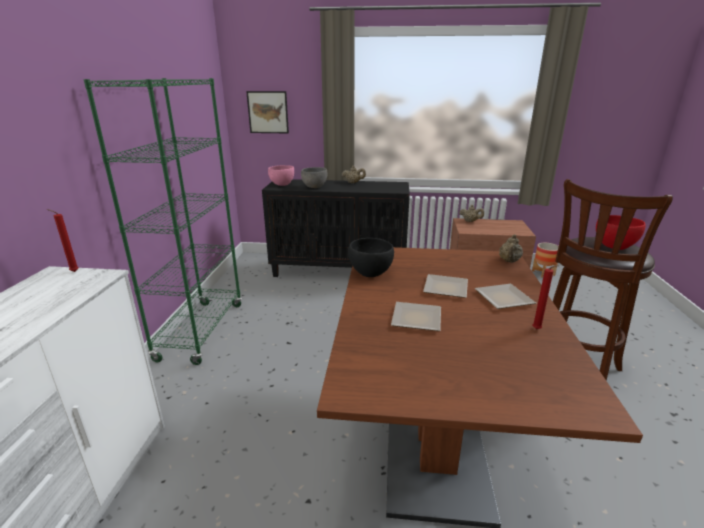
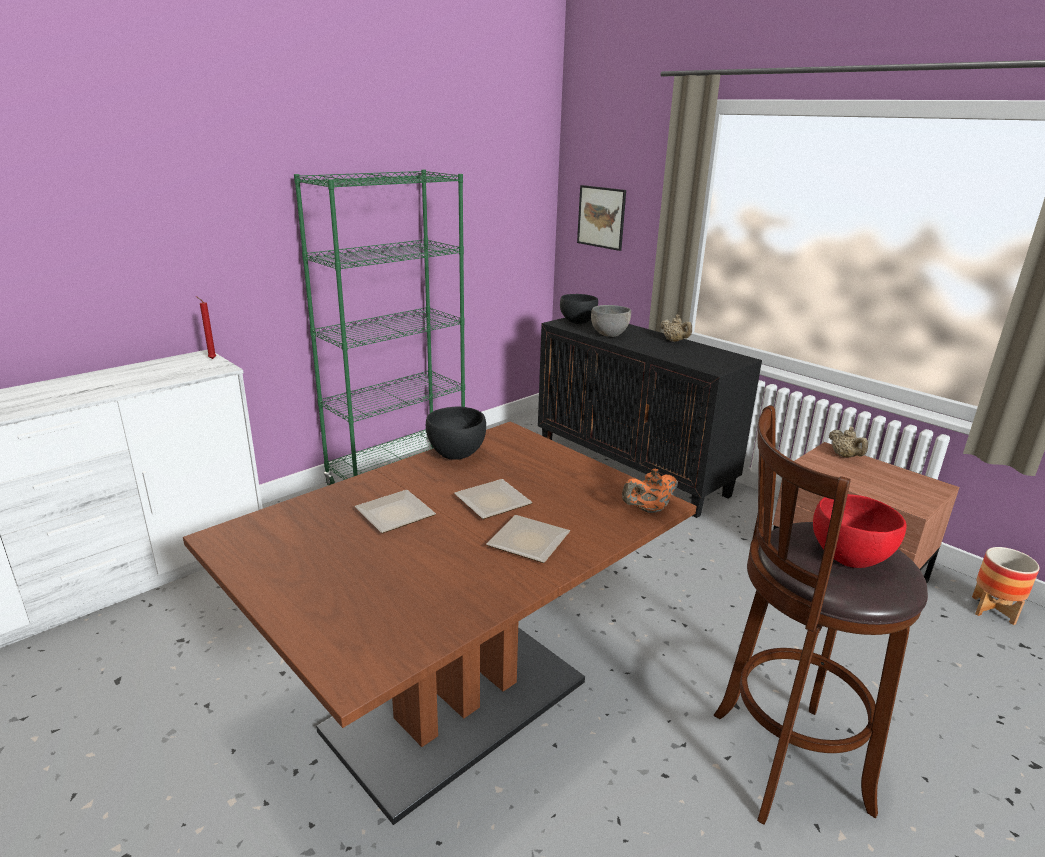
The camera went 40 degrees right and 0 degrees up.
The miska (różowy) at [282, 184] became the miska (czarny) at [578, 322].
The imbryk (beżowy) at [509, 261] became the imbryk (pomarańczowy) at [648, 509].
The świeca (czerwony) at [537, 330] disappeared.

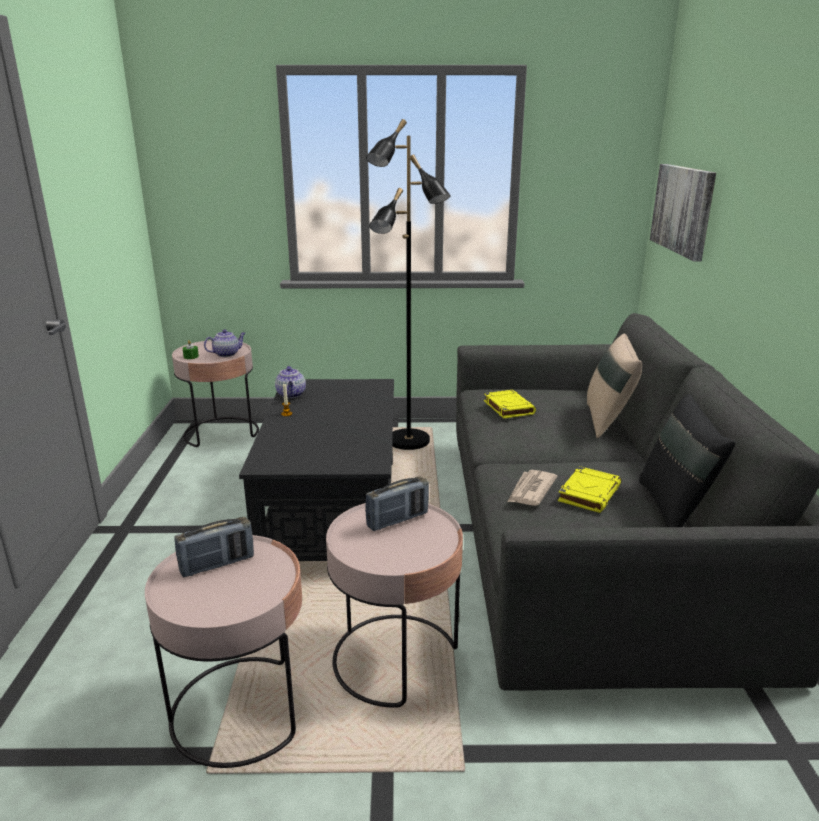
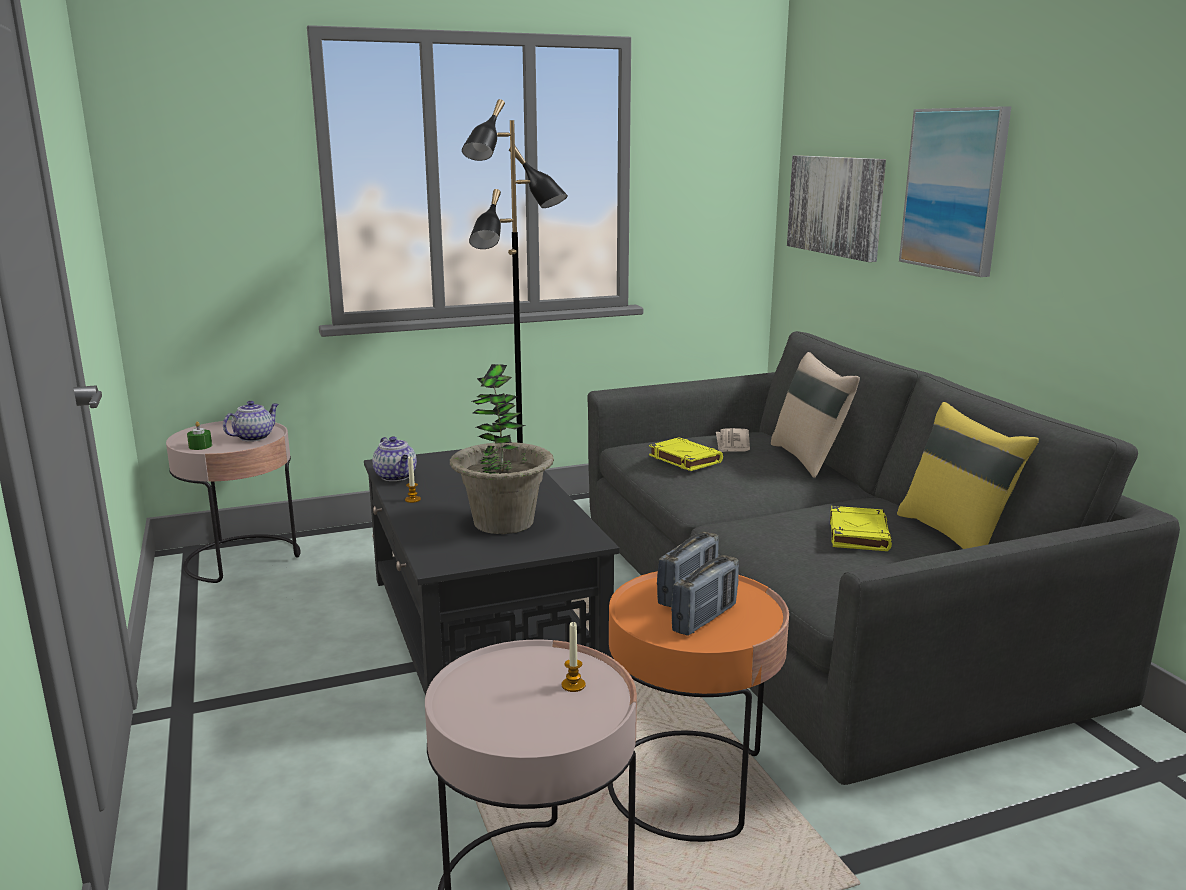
The camera went 20 degrees left and 5 degrees down.
The roślina doniczkowa at [503, 522] appeared.
The świeca at [573, 685] appeared.
The stolik (różowy) at [395, 658] became the stolik (pomarańczowy) at [690, 783].
The radio moved from [217, 564] to [705, 618].
The gazeta moved from [531, 490] to [732, 443].
The poduszka (czarny) at [674, 508] became the poduszka (żółty) at [956, 535].
The obraz at [954, 190] appeared.

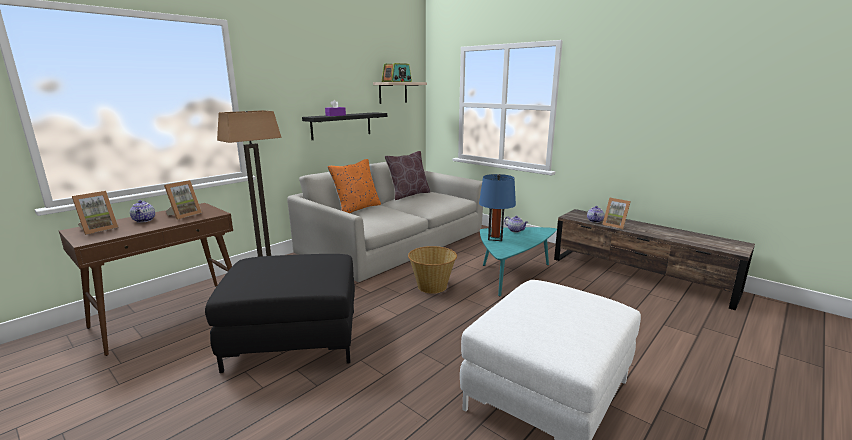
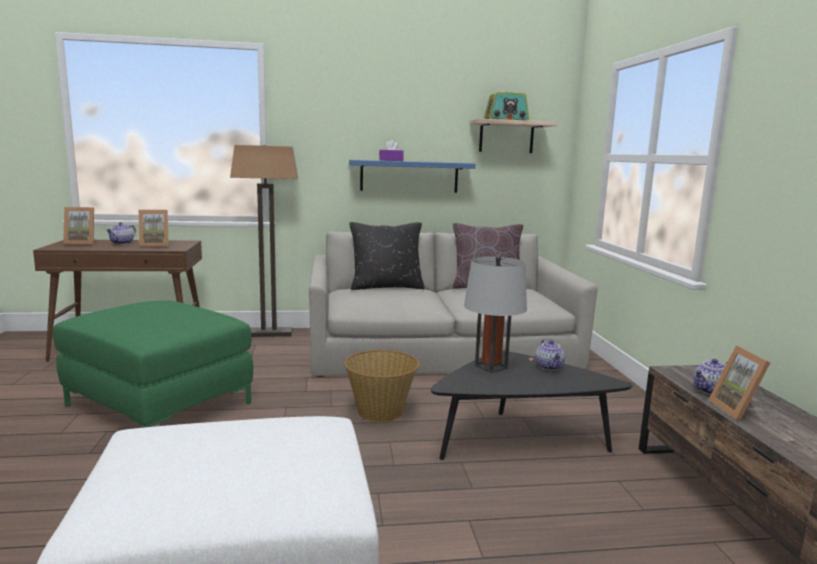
The camera went 40 degrees right and 5 degrees down.
The pufa (czarny) at [295, 338] became the pufa (zielony) at [160, 404].
The półka (czarny) at [341, 125] became the półka (niebieski) at [409, 176].
The poduszka (pomarańczowy) at [356, 208] became the poduszka (czarny) at [386, 287].
The ława (turkusowy) at [511, 274] became the ława (czarny) at [518, 440].
The lampa stołowa (niebieski) at [495, 238] became the lampa stołowa (szary) at [491, 366].

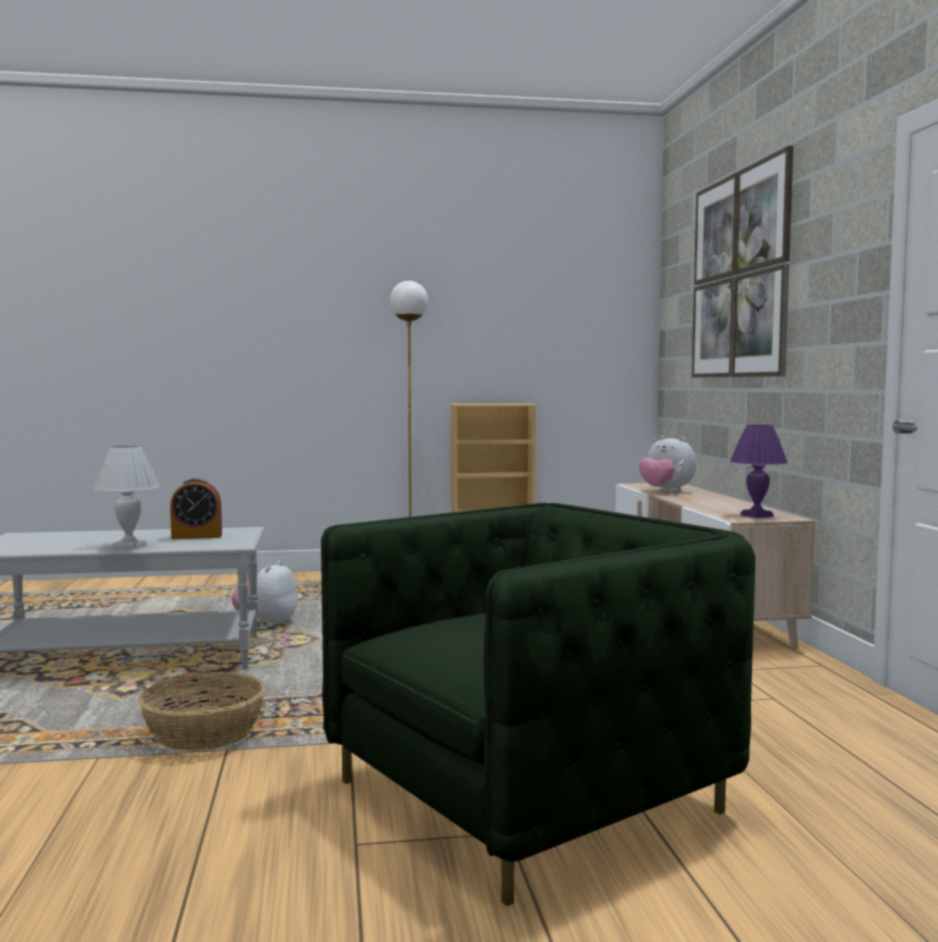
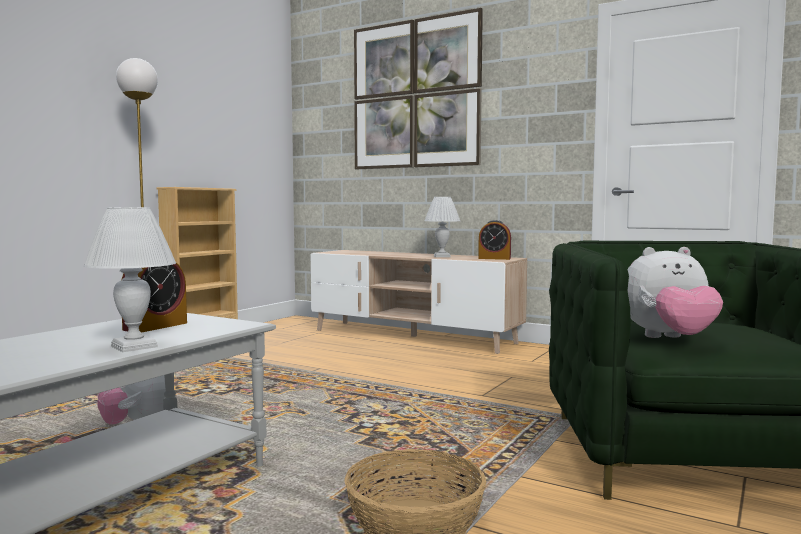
The camera went 50 degrees left and 0 degrees up.
The lampa stołowa (biały) at [442, 256] appeared.
The lampa stołowa (fioletowy) at [757, 515] was replaced by the budzik at [494, 258].
The pluszak moved from [666, 491] to [669, 339].

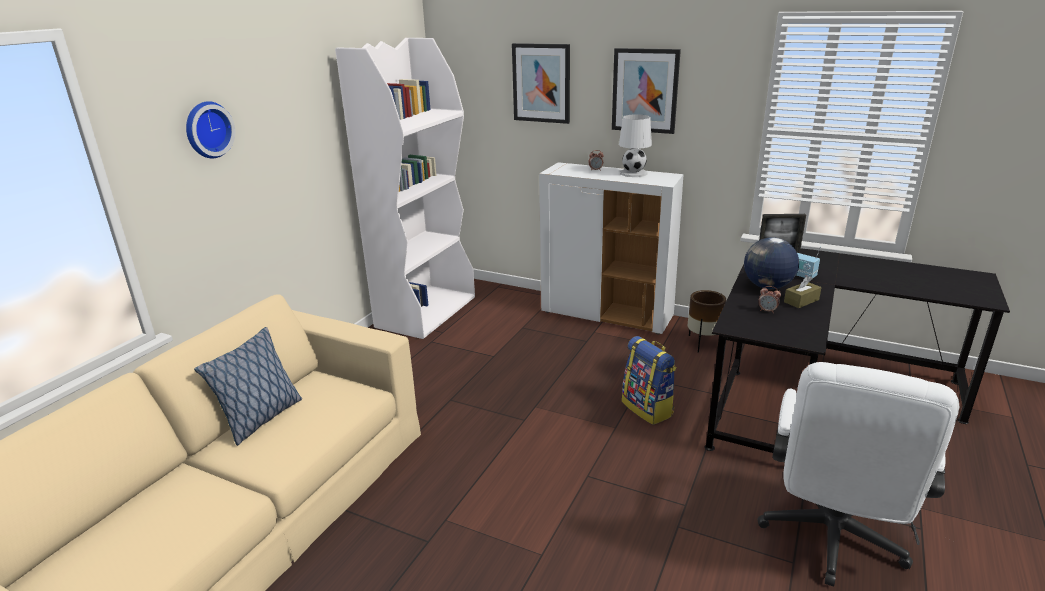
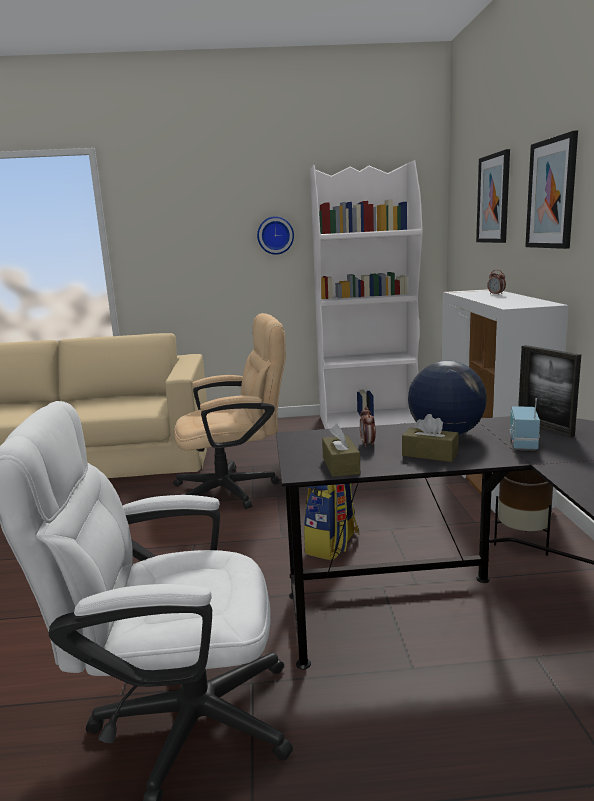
The camera went 60 degrees right and 10 degrees down.
The krzesło biurowe (beżowy) at [235, 489] appeared.
The zegar ścienny moved from [207, 129] to [275, 235].
The pudełko chusteczek (brązowy) at [340, 466] appeared.
The poduszka at [261, 419] disappeared.
The lampa stołowa (biały) at [633, 173] disappeared.

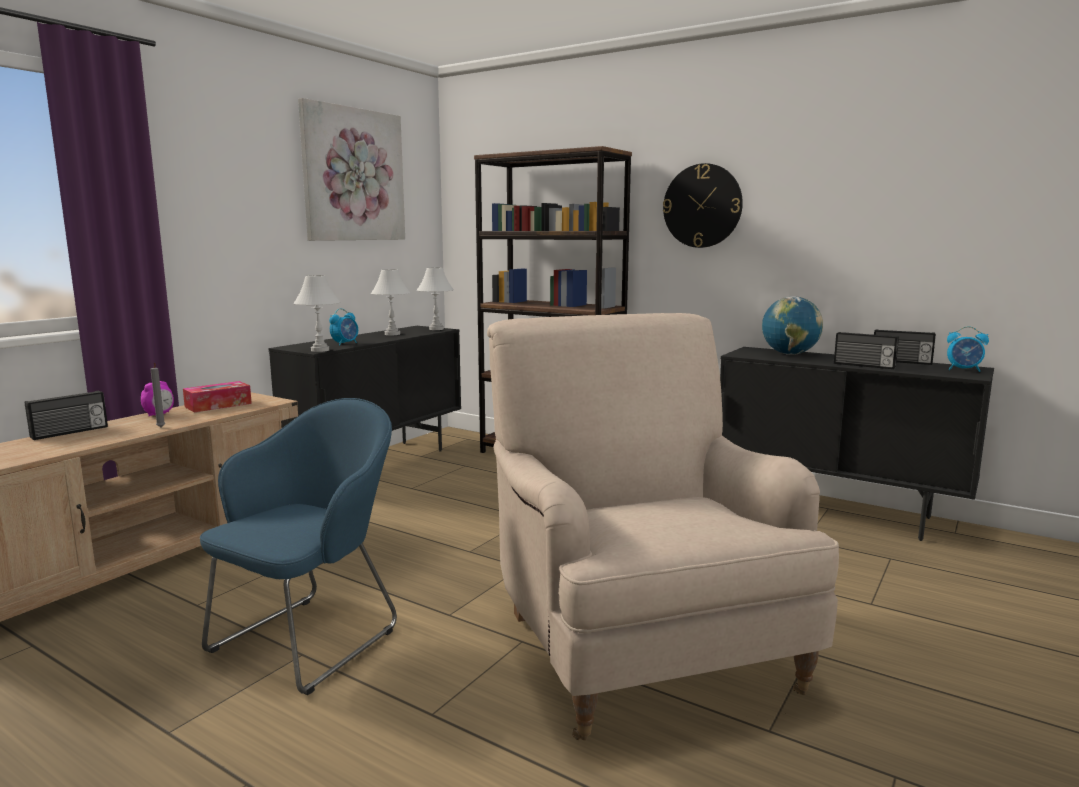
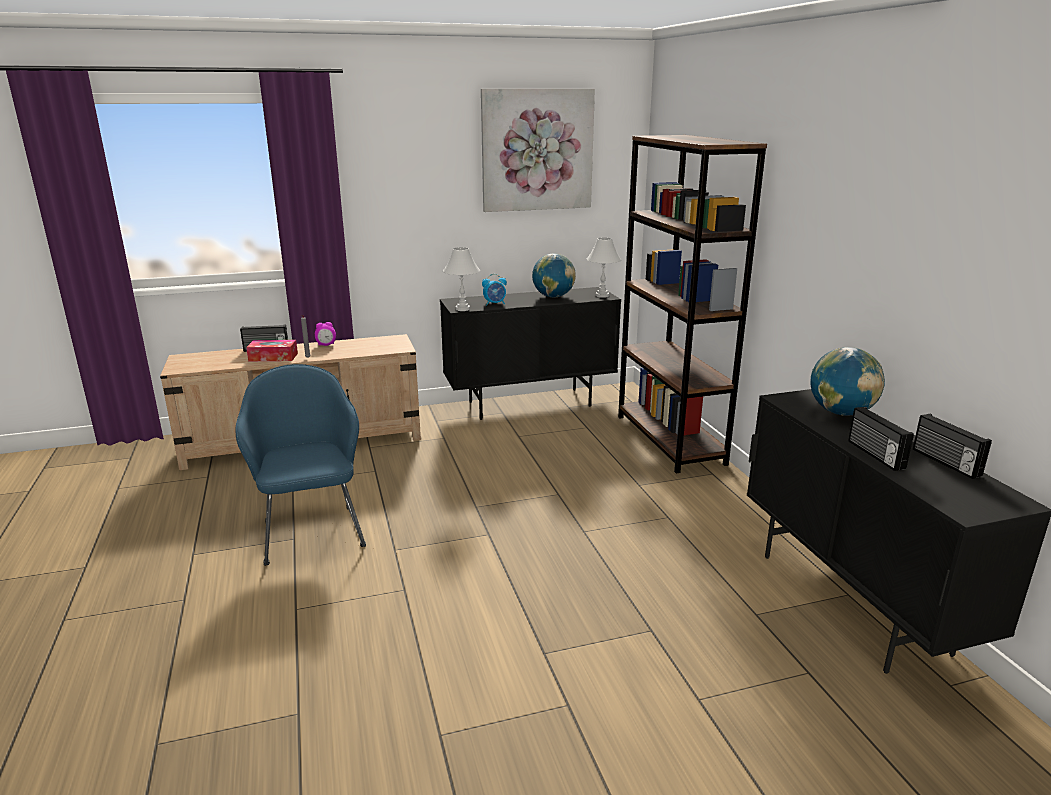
The camera went 40 degrees right and 10 degrees up.
The fotel (niebieski) at [312, 637] turned 90 degrees counterclockwise.
The pudełko chusteczek moved from [218, 405] to [273, 357].
The lampa stołowa (biały) at [392, 334] was replaced by the globus at [553, 297].
The fotel (beżowy) at [640, 647] disappeared.
The zegar ścienny at [702, 206] disappeared.
The budzik at [964, 370] disappeared.

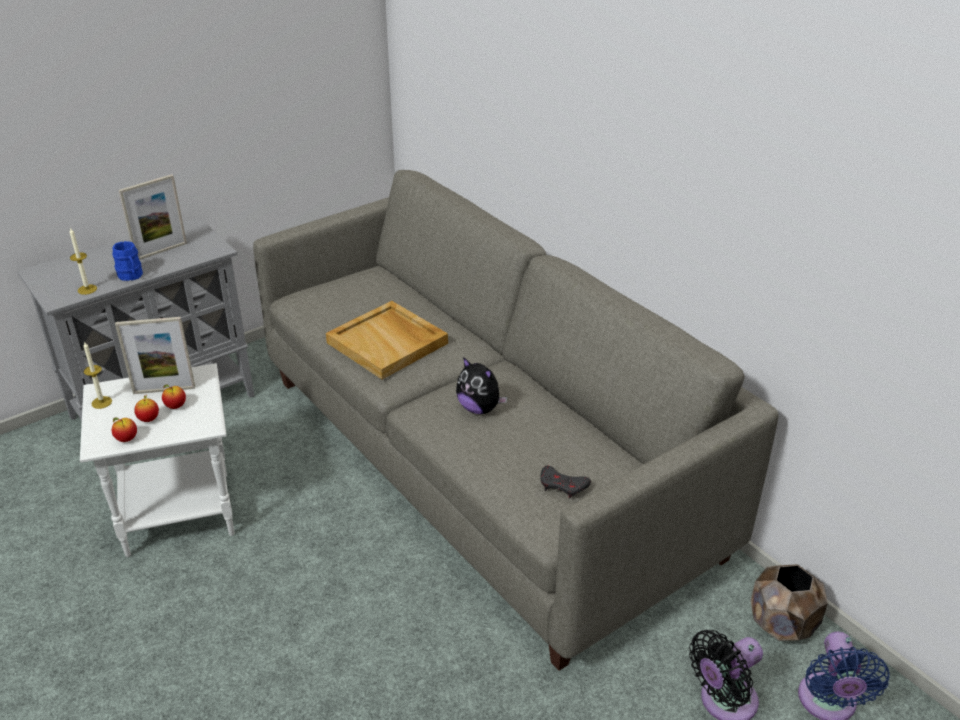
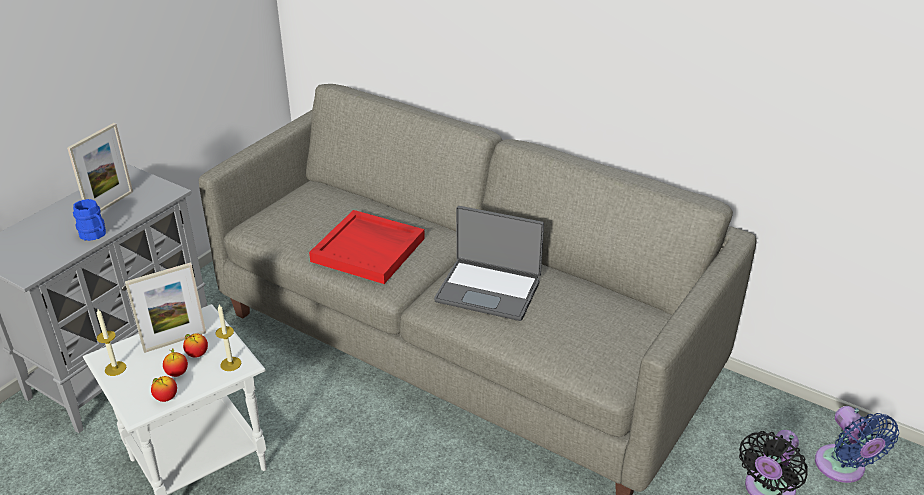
The camera went 20 degrees left and 0 degrees up.
The świeca moved from [87, 289] to [231, 364].
The taca (beżowy) at [388, 343] became the taca (czerwony) at [369, 249].
The pluszak at [479, 408] was replaced by the laptop at [489, 290].
The pad do gier (szary) at [563, 485] disappeared.
The donica (brązowy) at [783, 625] disappeared.

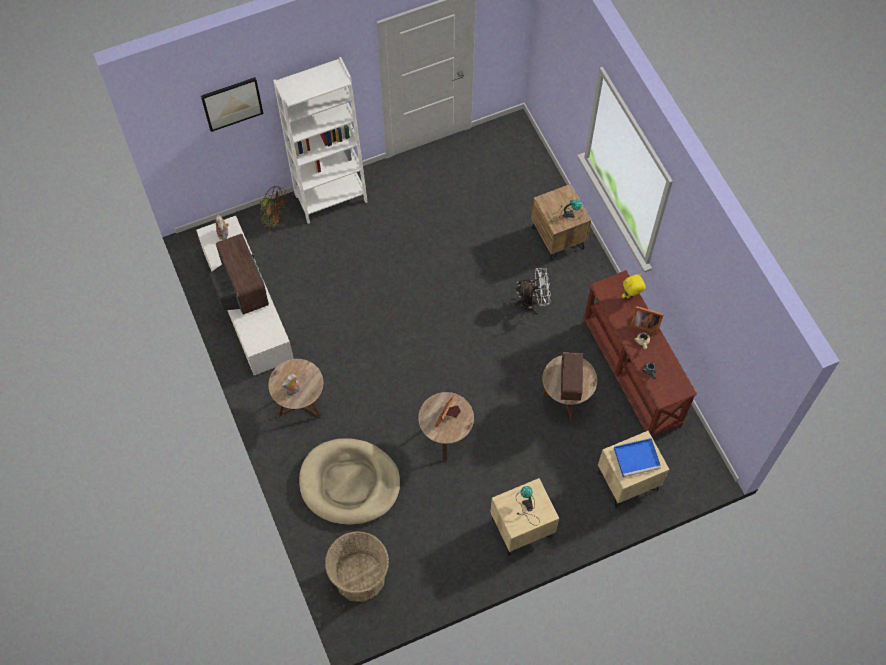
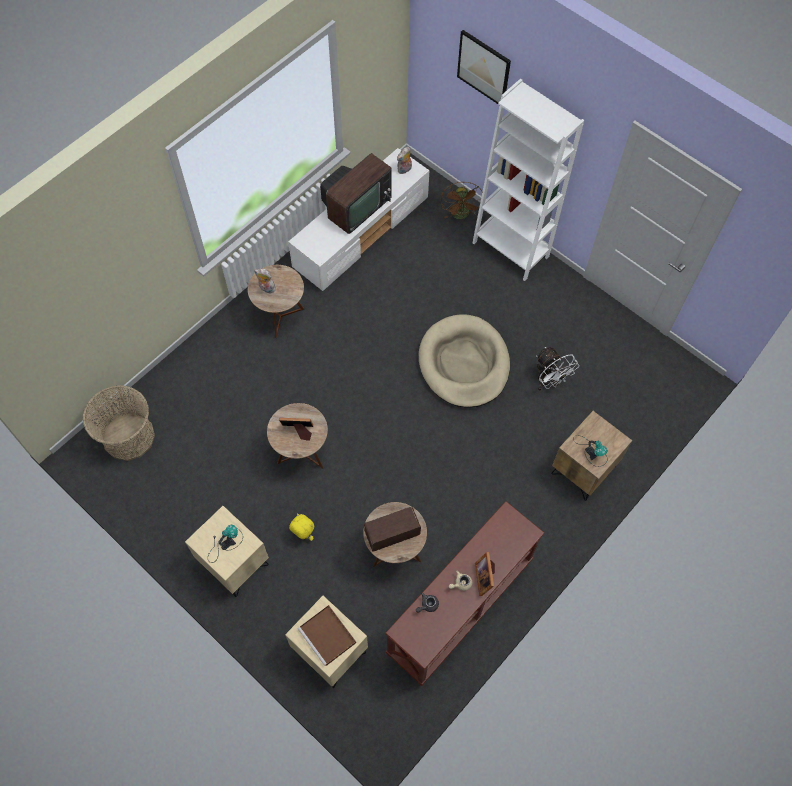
The camera went 65 degrees right and 0 degrees up.
The pluszak (żółty) moved from [631, 296] to [303, 534].
The taca (niebieski) at [637, 458] became the taca (brązowy) at [328, 636].
The legowisko (beżowy) moved from [349, 483] to [464, 363].
The wentylator (biały) moved from [532, 303] to [549, 381].

